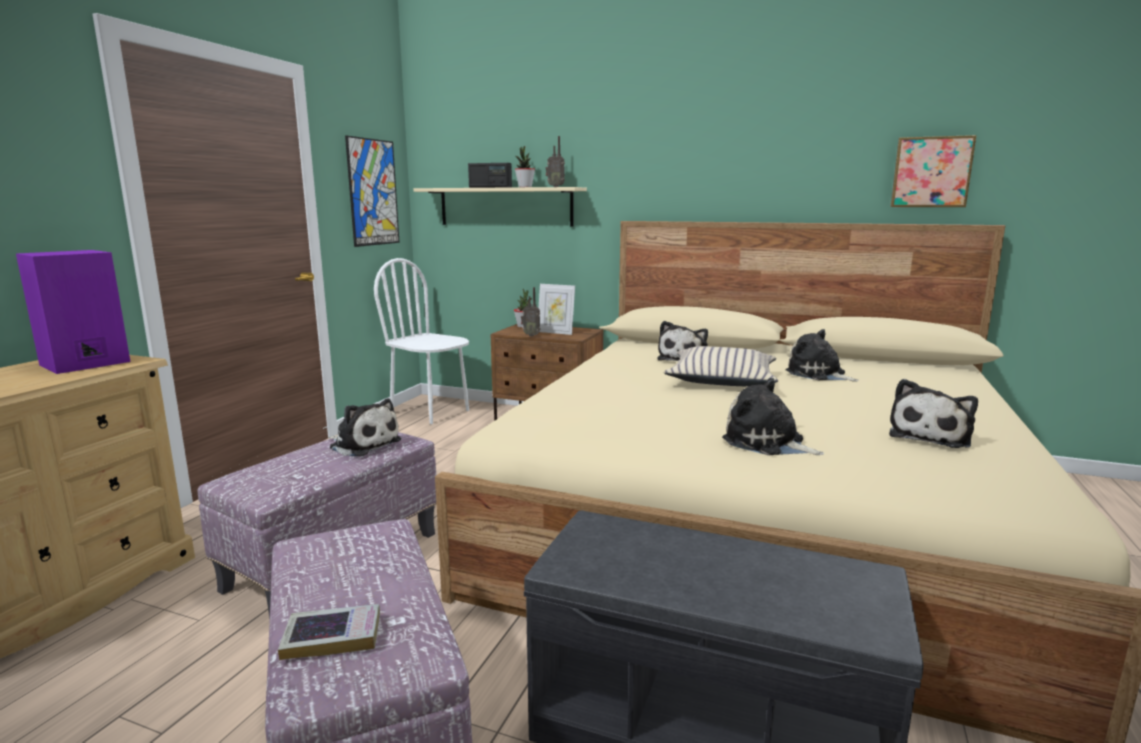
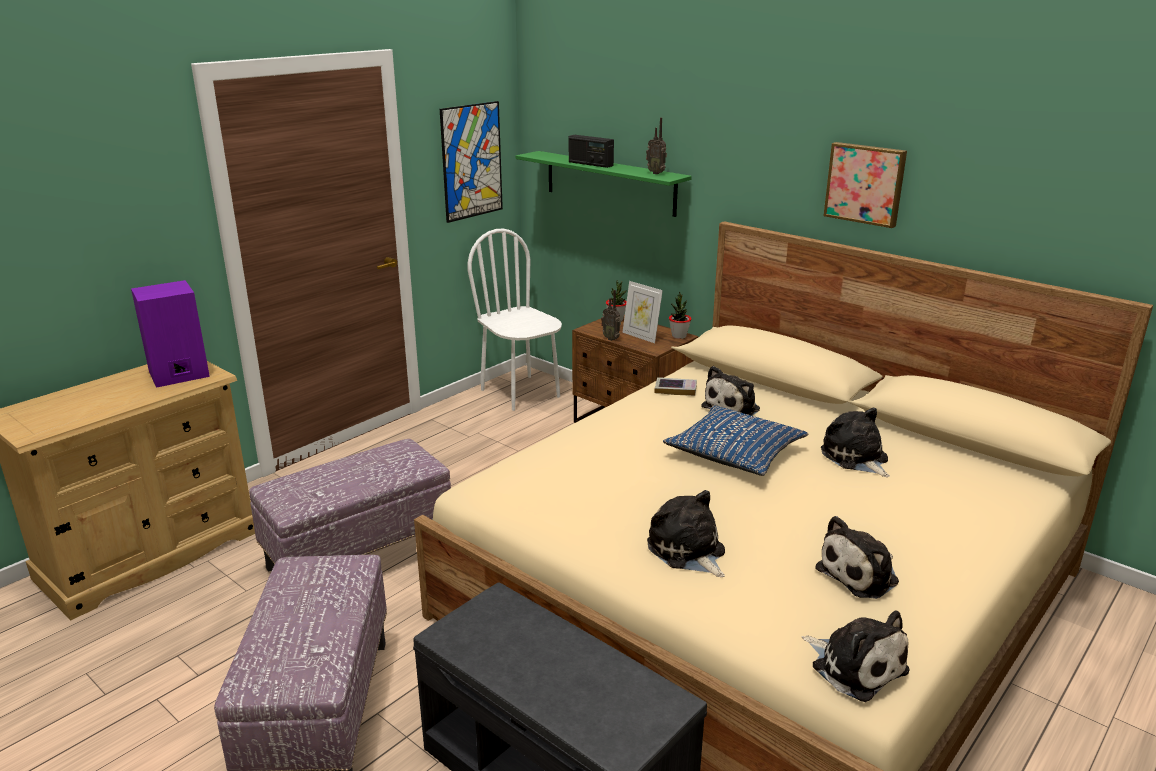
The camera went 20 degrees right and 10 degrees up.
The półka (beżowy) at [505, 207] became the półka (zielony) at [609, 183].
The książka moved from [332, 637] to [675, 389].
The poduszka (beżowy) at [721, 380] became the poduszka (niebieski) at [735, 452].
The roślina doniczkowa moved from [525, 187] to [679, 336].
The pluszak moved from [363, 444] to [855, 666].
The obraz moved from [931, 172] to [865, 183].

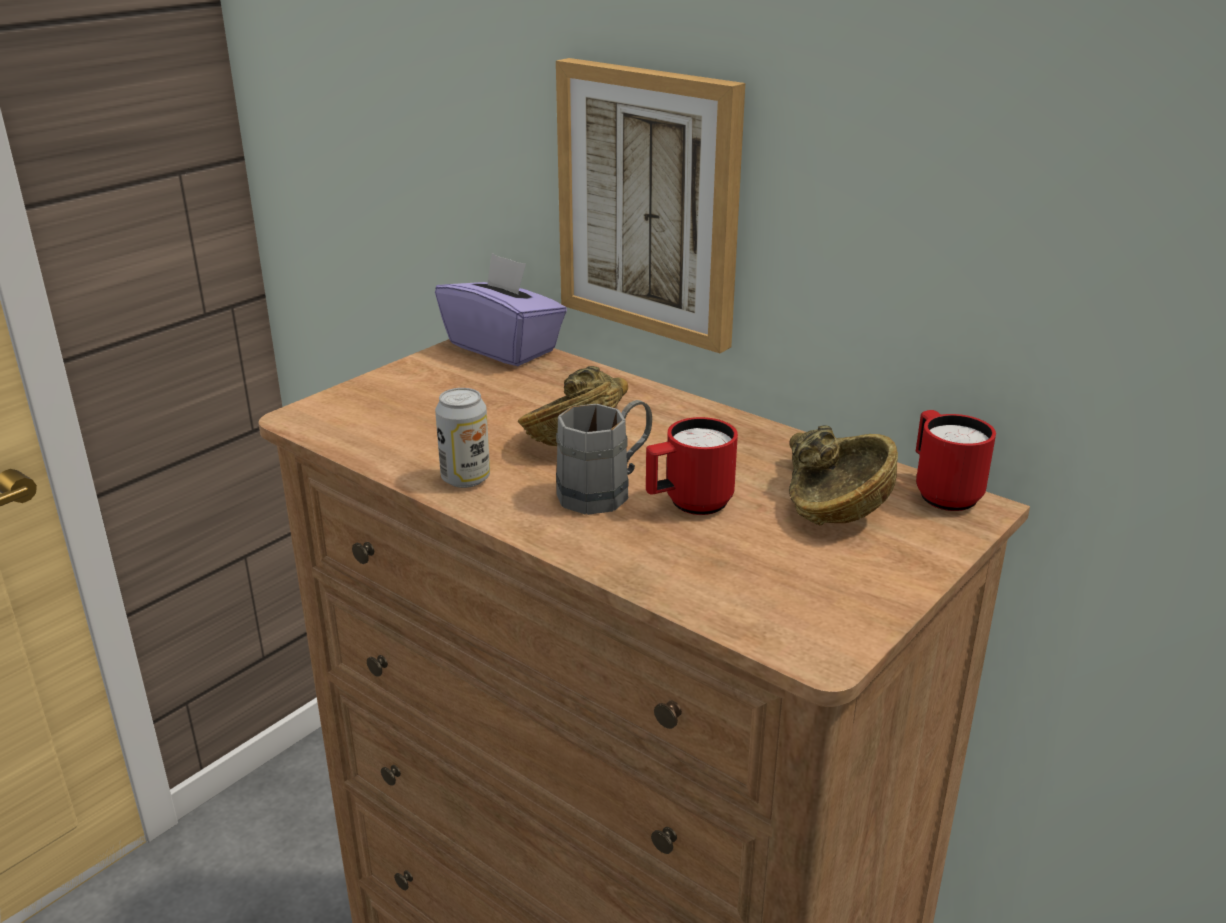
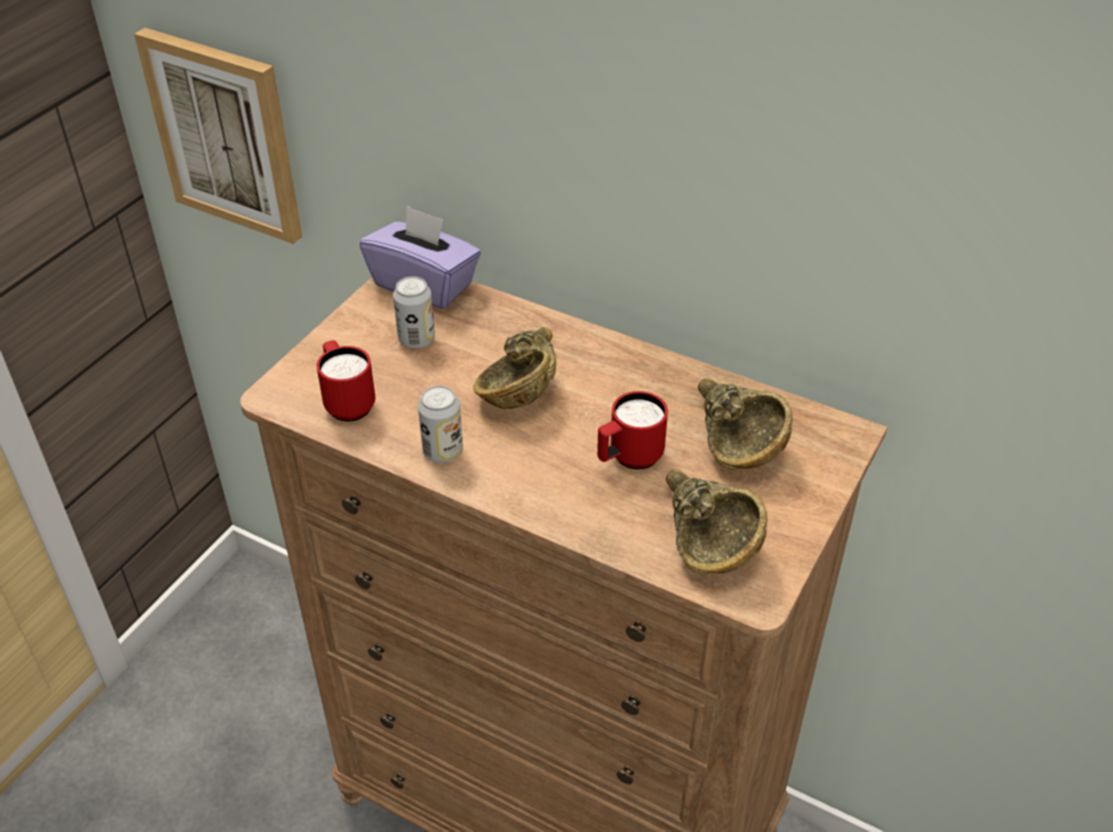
The camera went 10 degrees left and 15 degrees up.
The obraz moved from [650, 203] to [226, 135].
The kubek (czerwony) moved from [942, 492] to [347, 402].
The puszka at [416, 339] appeared.
The miska (brązowy) at [702, 536] appeared.
The kubek (szary) at [606, 490] disappeared.

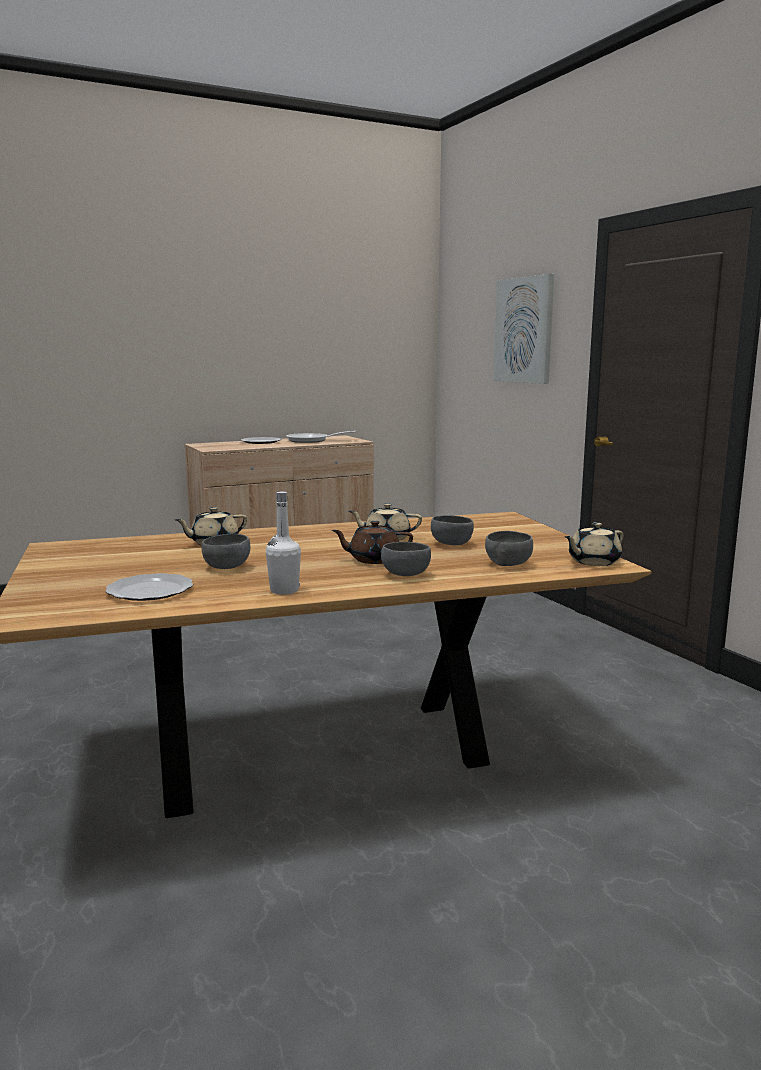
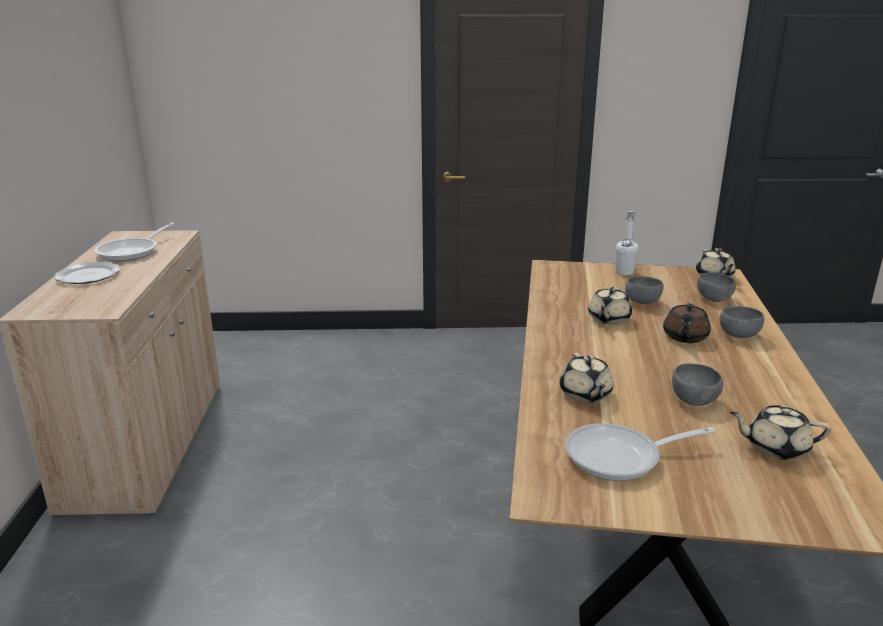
The camera went 65 degrees left and 10 degrees up.
The patelnia at [620, 457] appeared.
The butelka (biały) moved from [284, 590] to [624, 272].
The talerz at [149, 590] was replaced by the imbryk (beżowy) at [775, 448].
The obraz at [524, 330] disappeared.

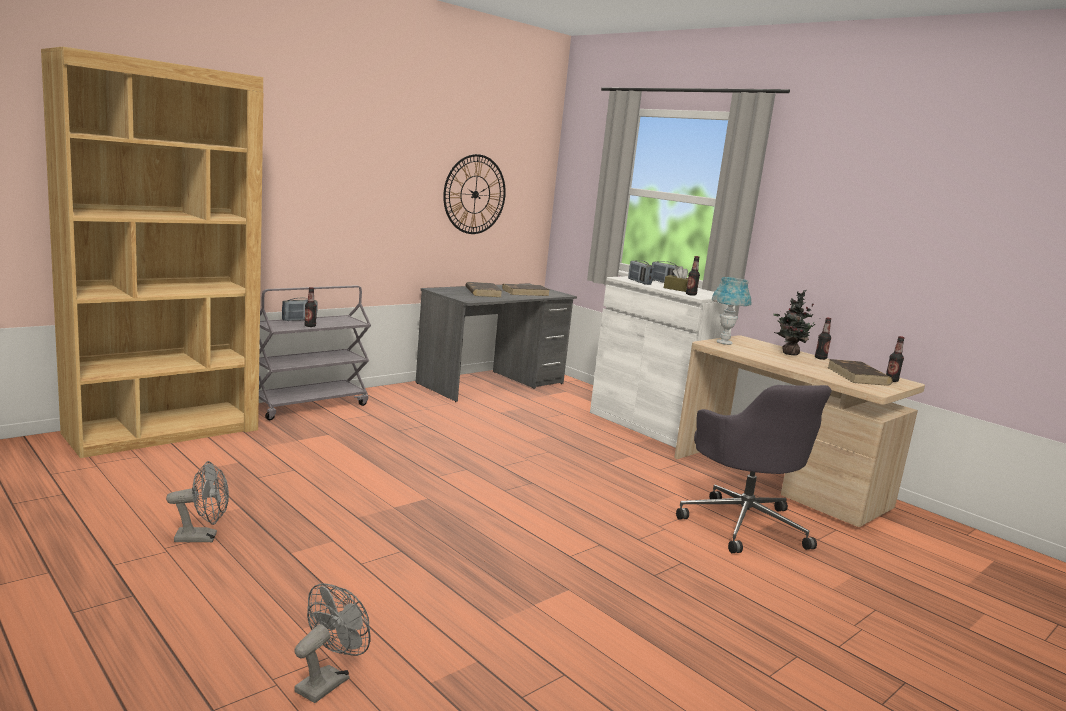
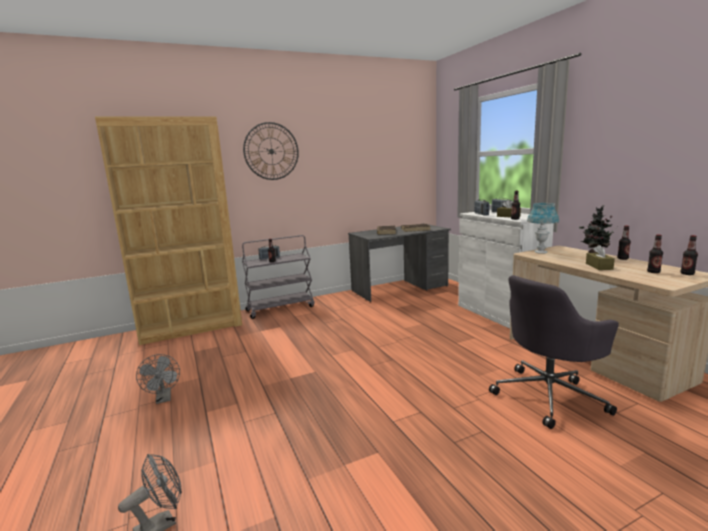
The camera went 20 degrees right and 0 degrees up.
The wentylator (szary) at [203, 537] turned 60 degrees clockwise.
The zegar ścienny moved from [475, 194] to [271, 151].
The krzesło biurowe (szary) at [743, 524] turned 60 degrees clockwise.
The pudełko chusteczek (brązowy) at [599, 266] appeared.
The książka (brązowy) at [858, 376] was replaced by the butelka at [653, 272].

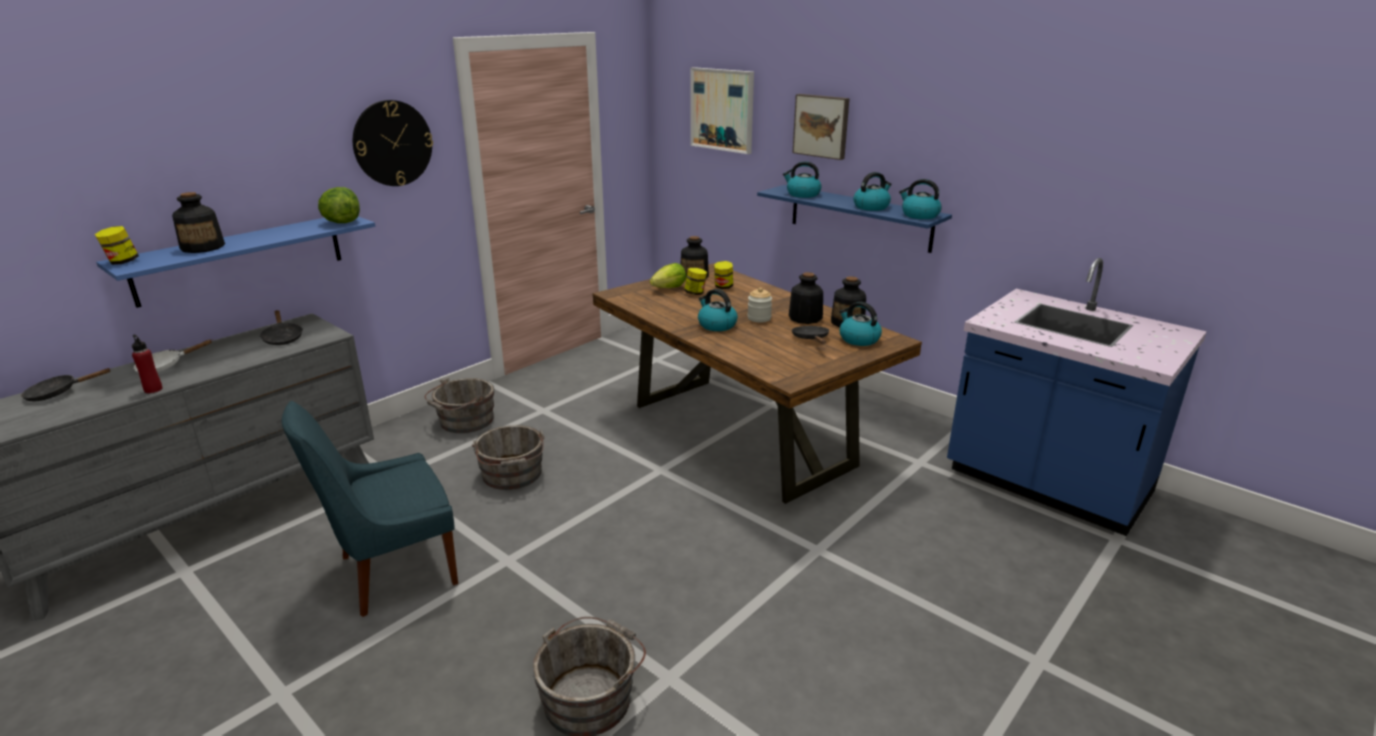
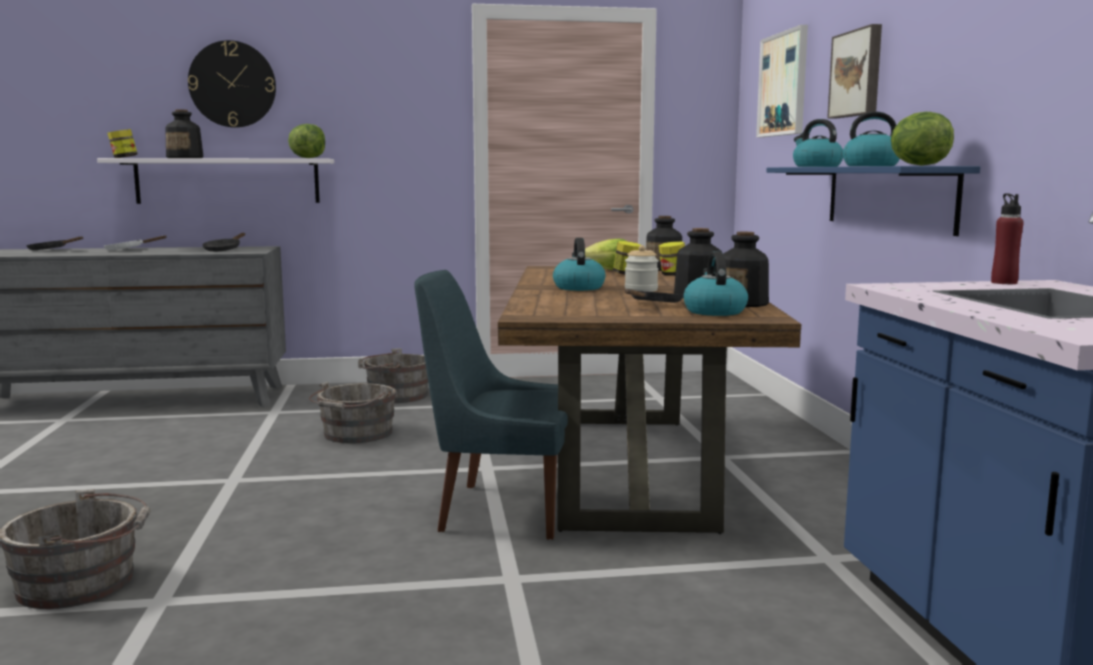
The camera went 40 degrees right and 15 degrees down.
The półka (niebieski) at [241, 258] became the półka (biały) at [228, 181].
The zegar ścienny moved from [392, 143] to [232, 84].
The krzesło (niebieski) moved from [393, 572] to [500, 510].
The czajnik at [919, 215] was replaced by the sałata at [917, 165].
The butelka (czerwony) moved from [153, 389] to [1004, 282].

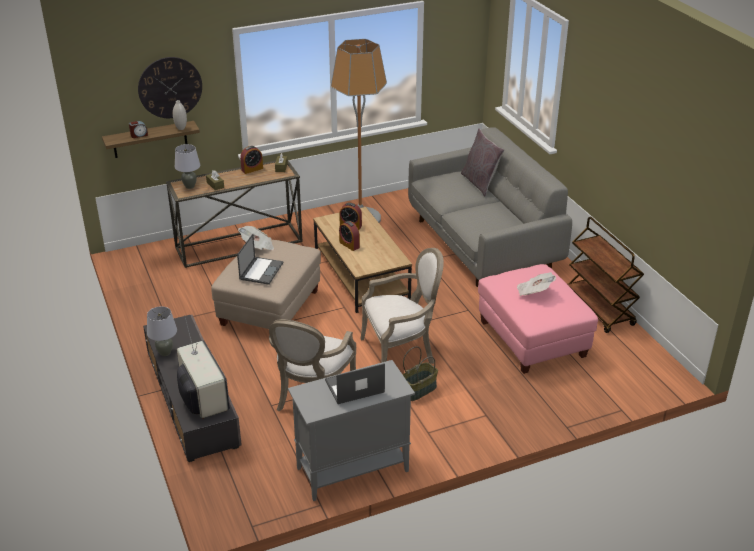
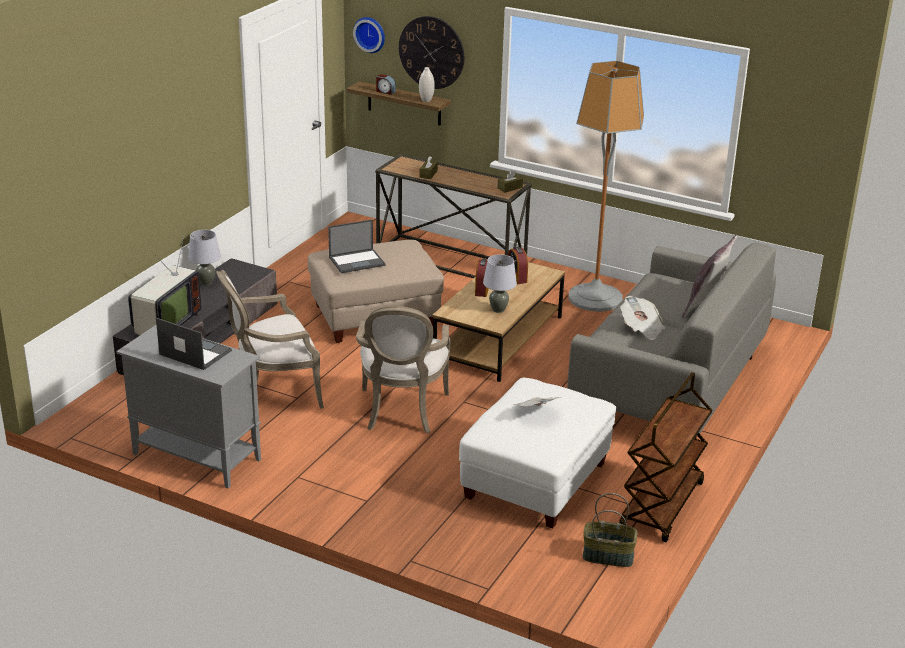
The camera went 50 degrees right and 5 degrees down.
The zegar ścienny at [370, 34] appeared.
The fotel at [401, 353] turned 60 degrees clockwise.
The pufa (różowy) at [531, 340] became the pufa (biały) at [535, 481].
The lampa stołowa (szary) moved from [189, 186] to [498, 309].
The koszyk moved from [418, 389] to [608, 556].
The gazeta moved from [257, 246] to [641, 329].
The budzik at [252, 169] disappeared.

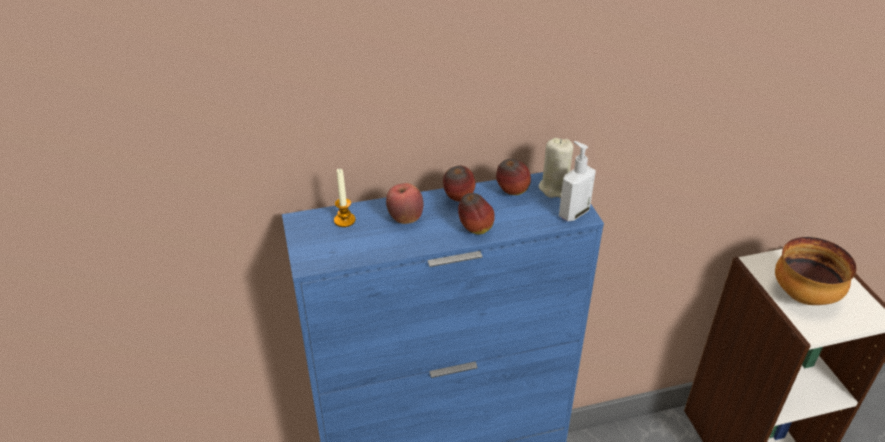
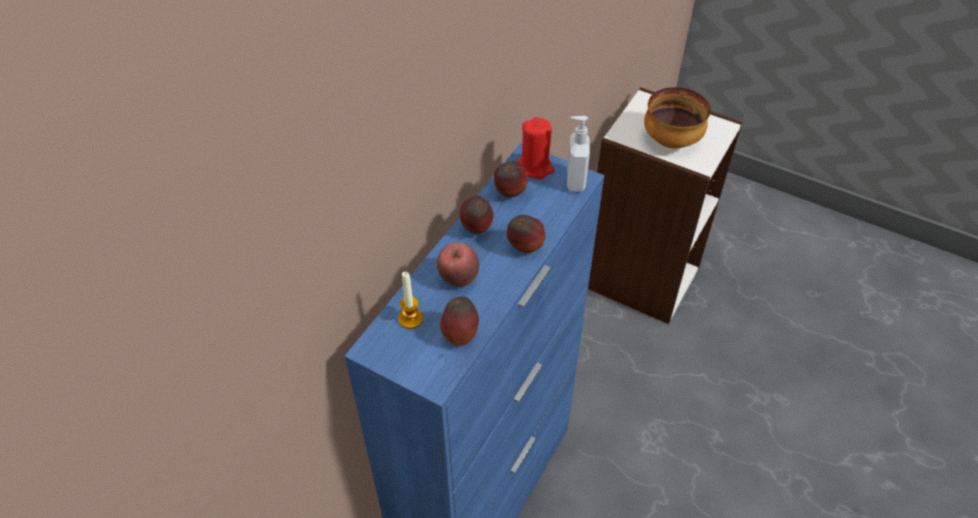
The camera went 45 degrees left and 10 degrees up.
The jabłko at [460, 335] appeared.
The świeca (beżowy) at [555, 188] became the świeca (czerwony) at [535, 167].

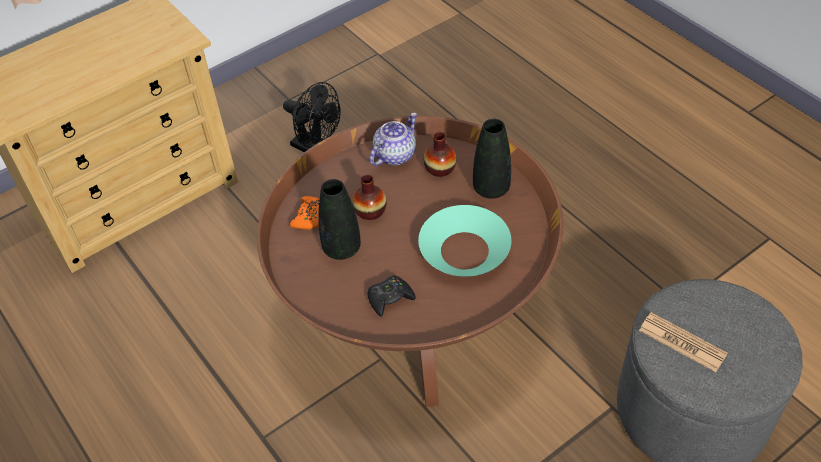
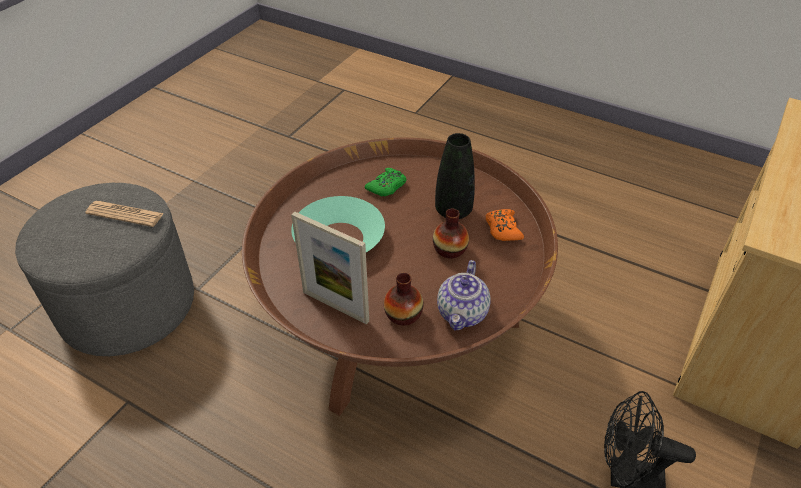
The camera went 155 degrees right and 5 degrees down.
The wazon (czarny) at [491, 189] was replaced by the ramka na zdjęcie at [335, 306].
The pad do gier (czarny) at [390, 298] became the pad do gier (zielony) at [387, 186].

